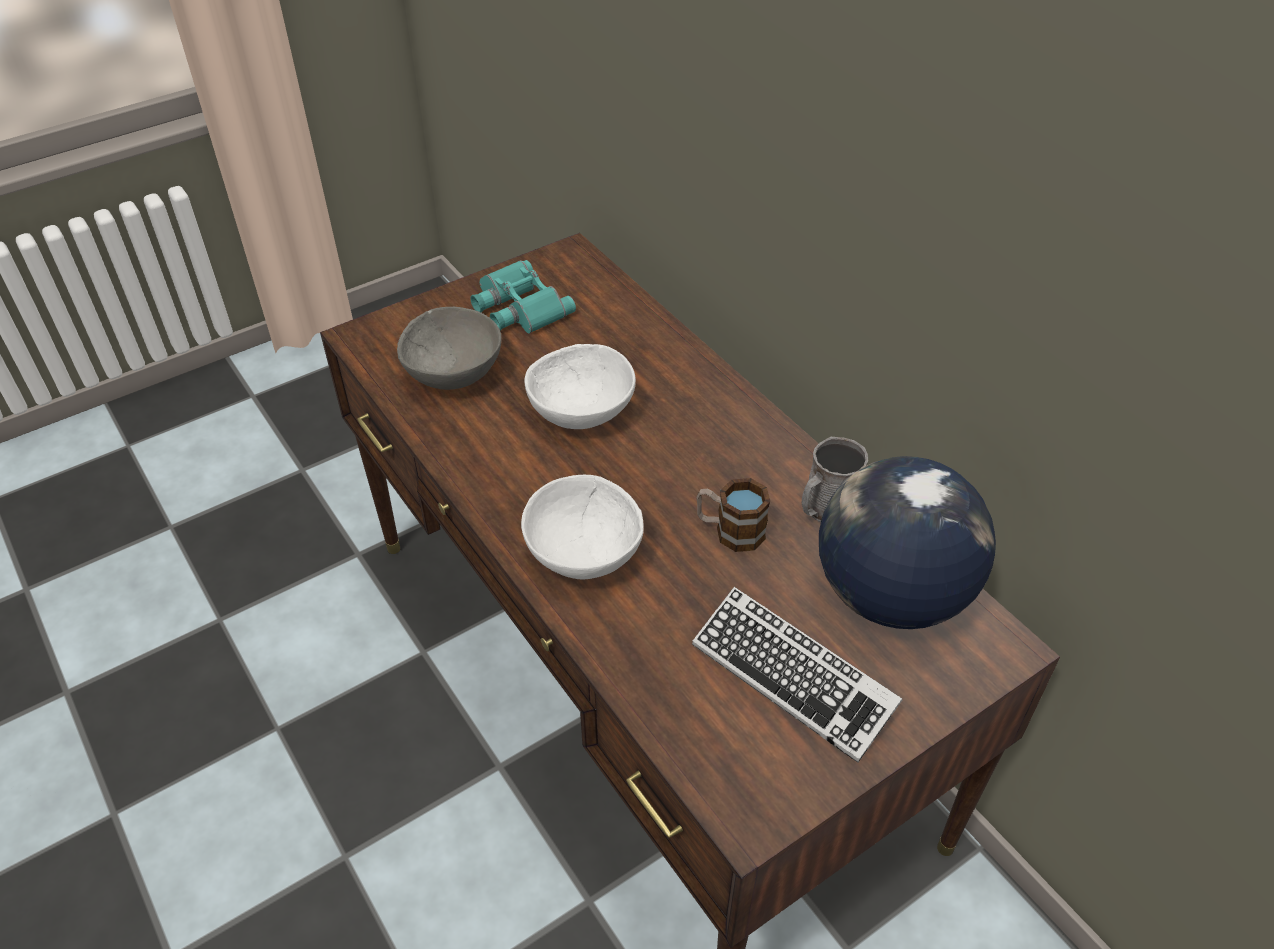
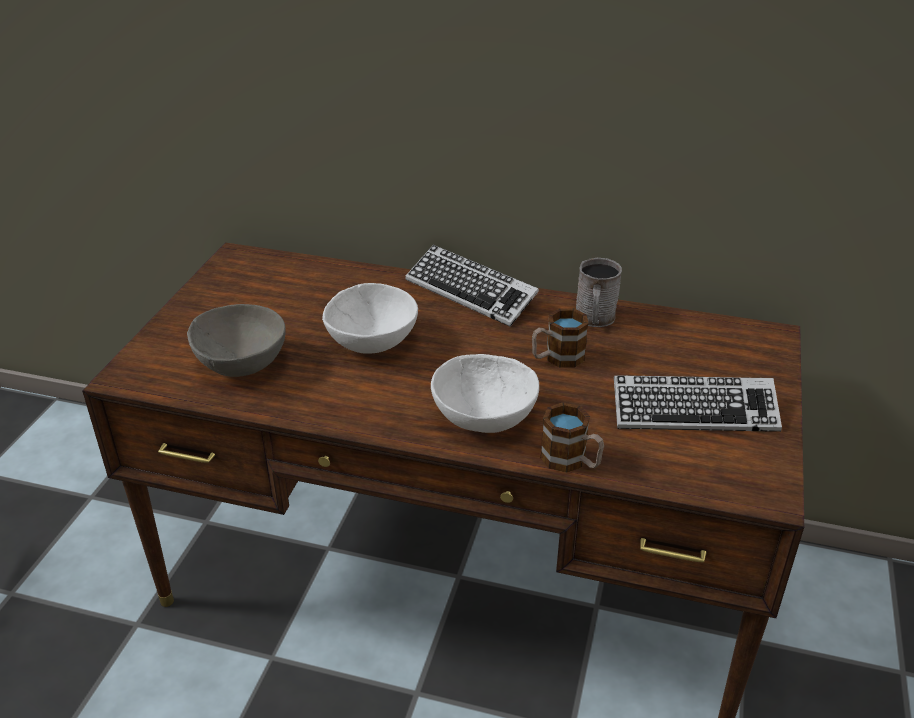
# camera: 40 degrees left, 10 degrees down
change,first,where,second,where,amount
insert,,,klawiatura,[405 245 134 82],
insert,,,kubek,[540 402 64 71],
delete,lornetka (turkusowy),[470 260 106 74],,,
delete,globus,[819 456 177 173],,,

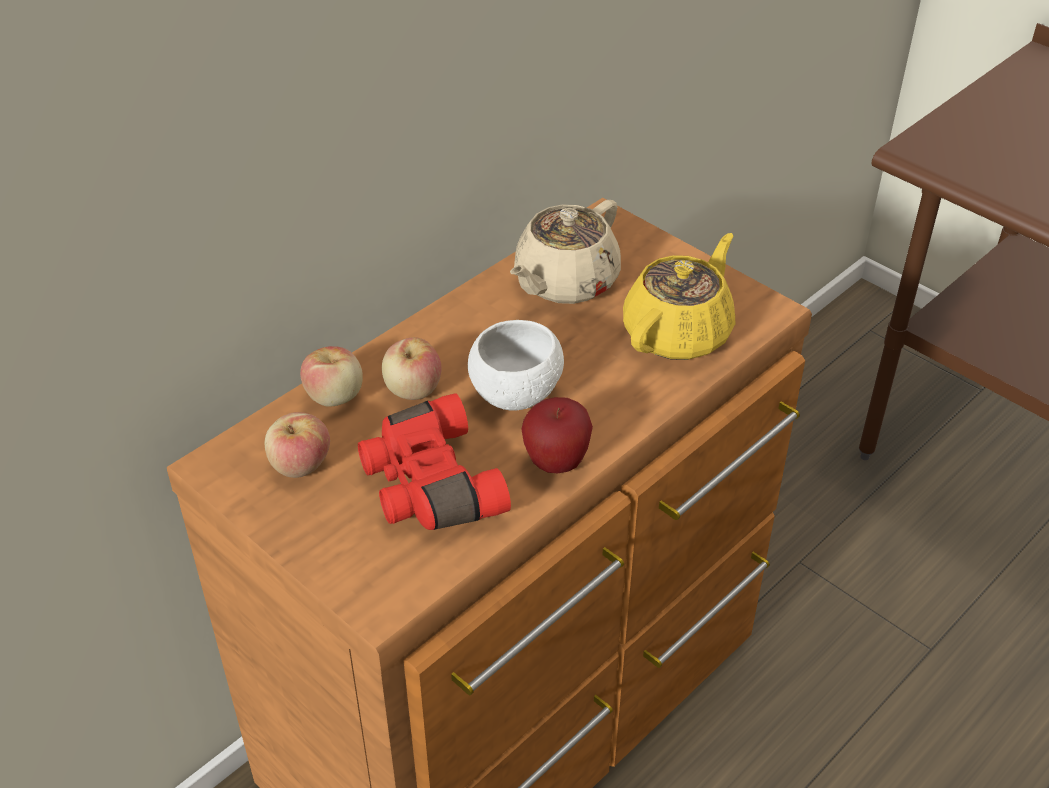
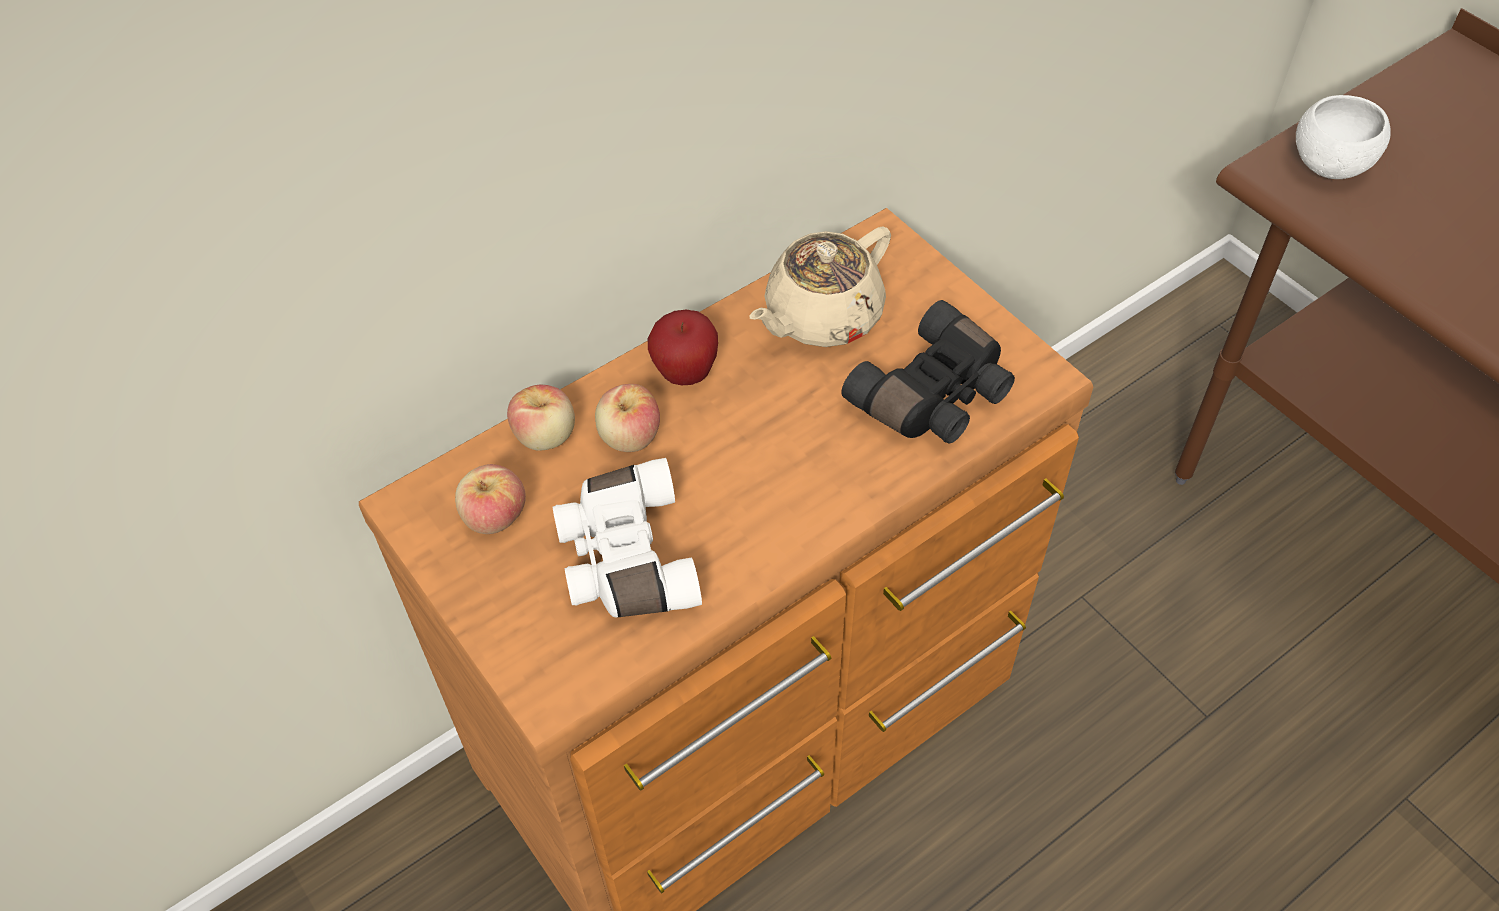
# camera: 10 degrees right, 10 degrees up
change,first,where,second,where,amount
recolor,lornetka (czerwony),[358 393 153 137],lornetka (biały),[552 458 150 159],
move,jabłko,[521 397 72 76],,[648 310 70 75],
replace,imbryk (żółty),[623 233 112 127],lornetka (czarny),[842 300 173 144],
move,miska (biały),[468 320 96 91],,[1296 95 95 84],

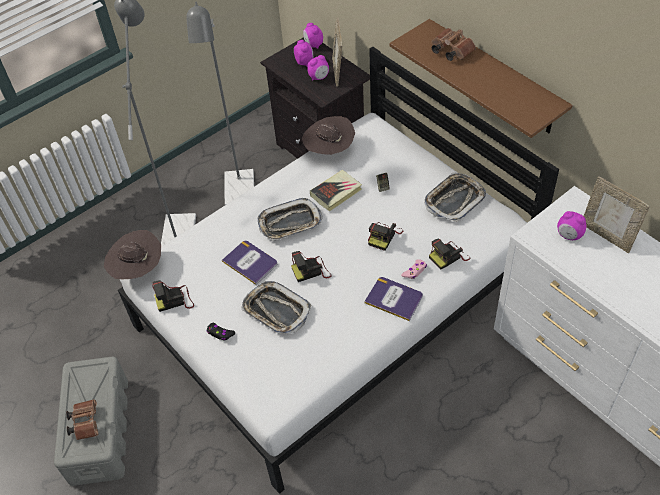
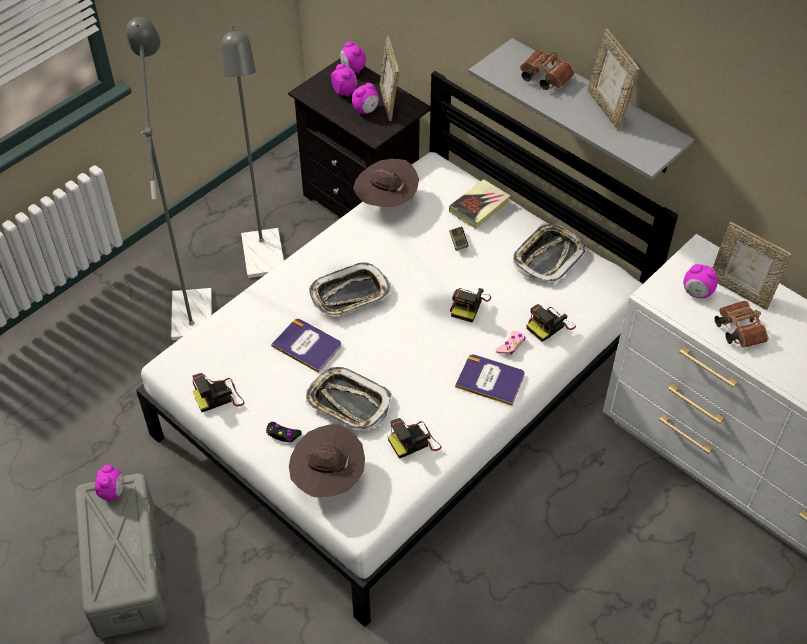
# camera: 10 degrees left, 0 degrees up
change,first,where,second,where,amount
insert,,,budzik,[95 465 29 37],
move,kapelusz (brązowy),[104 230 57 49],,[289 424 76 73],
move,aparat fotograficzny,[291 251 40 31],,[388 418 53 41],
move,książka,[310 170 52 41],,[449 180 62 49],
recolor,półka (brązowy),[390 19 183 119],półka (szary),[468 38 226 142],
insert,,,ramka na zdjęcie,[587 29 53 101],
move,lornetka (brązowy),[66 399 32 41],,[715 301 54 47],

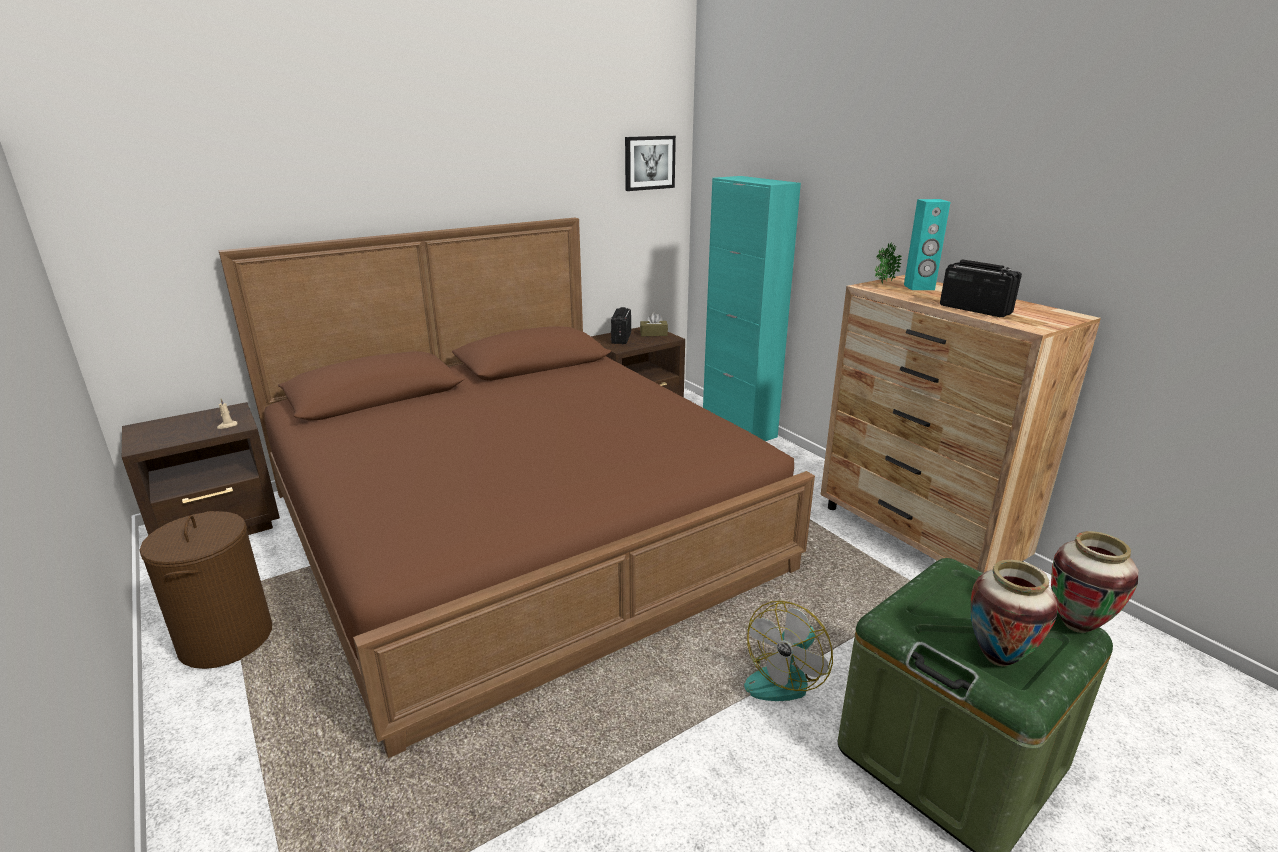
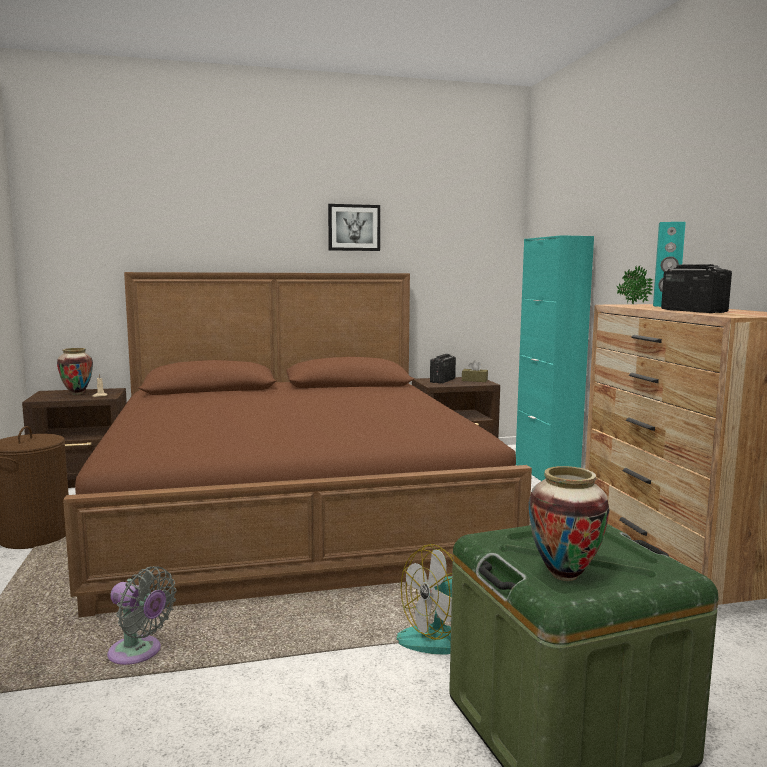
# camera: 20 degrees right, 15 degrees down
change,first,where,second,where,amount
move,wazon,[1051 531 87 102],,[57 348 36 47],
insert,,,wentylator (szary),[107 566 70 99],
move,obraz,[625 136 51 55],,[328 204 52 47],

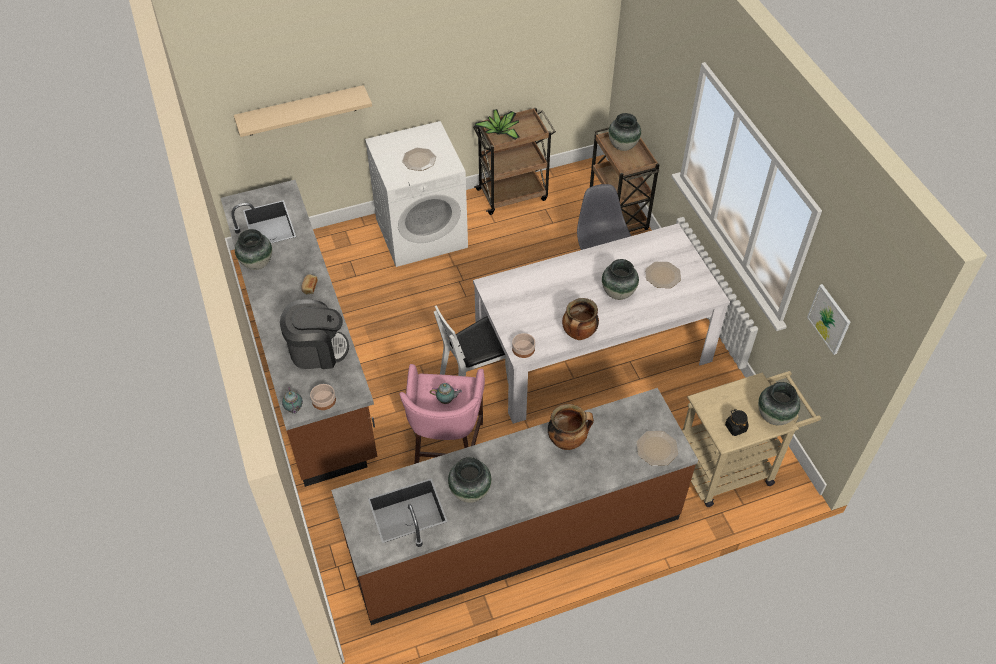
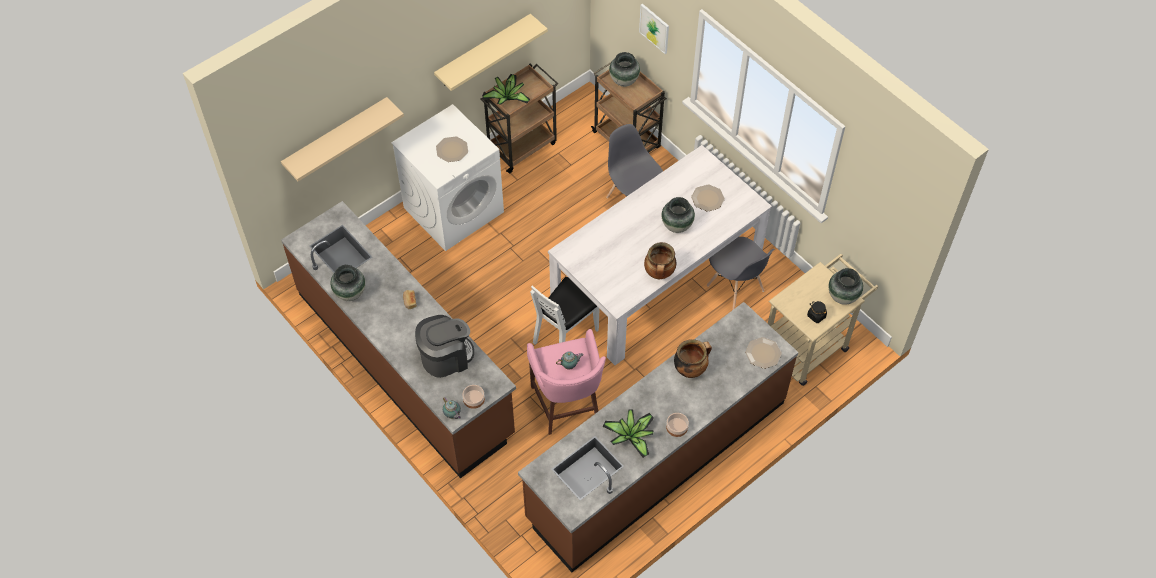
# camera: 20 degrees left, 5 degrees up
change,first,where,second,where,amount
insert,,,półka (beżowy),[434 14 114 77],
replace,wazon,[448 457 44 46],roślina doniczkowa,[602 409 52 49],
move,obraz,[807 284 43 71],,[639 4 30 50],
move,miska,[512 333 23 25],,[666 413 23 24],
insert,,,krzesło (szary),[707 237 67 73],

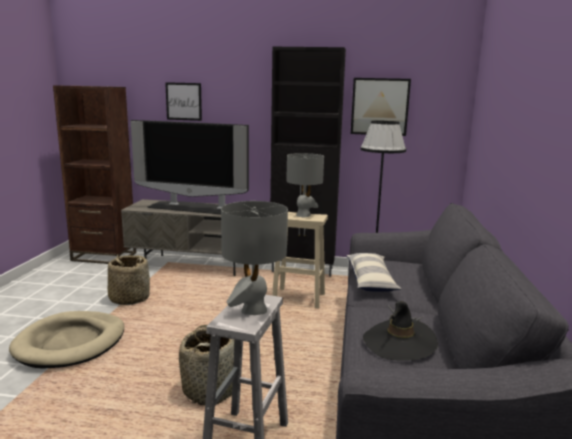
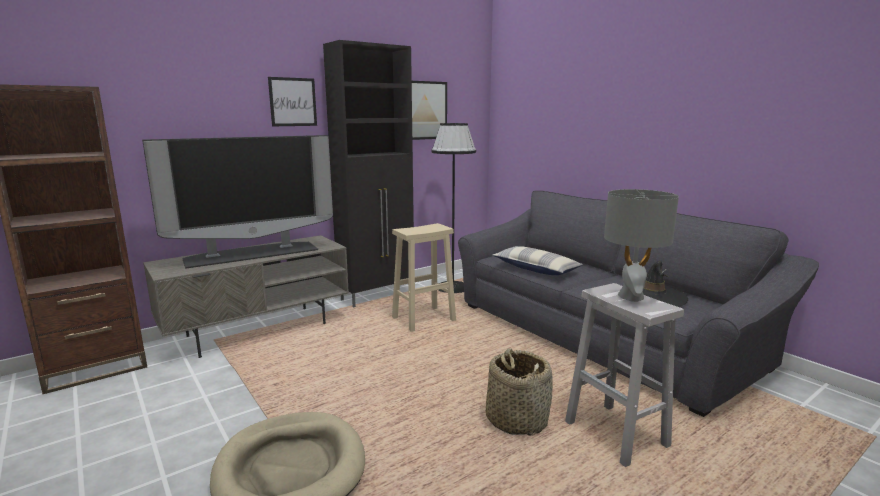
# camera: 45 degrees left, 0 degrees up
change,first,where,second,where,amount
move,obraz,[165 82 37 39],,[268 77 49 49],
delete,koszyk,[108 255 42 50],,,
delete,lampa stołowa (szary),[286 153 38 64],,,

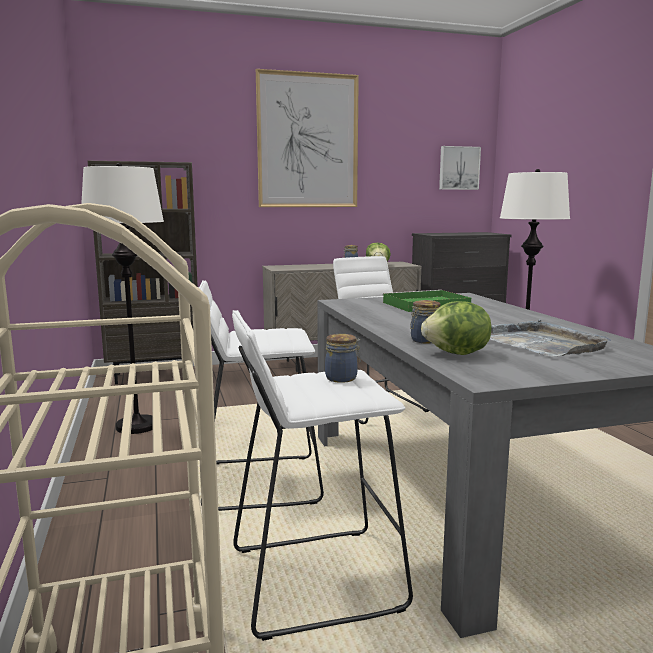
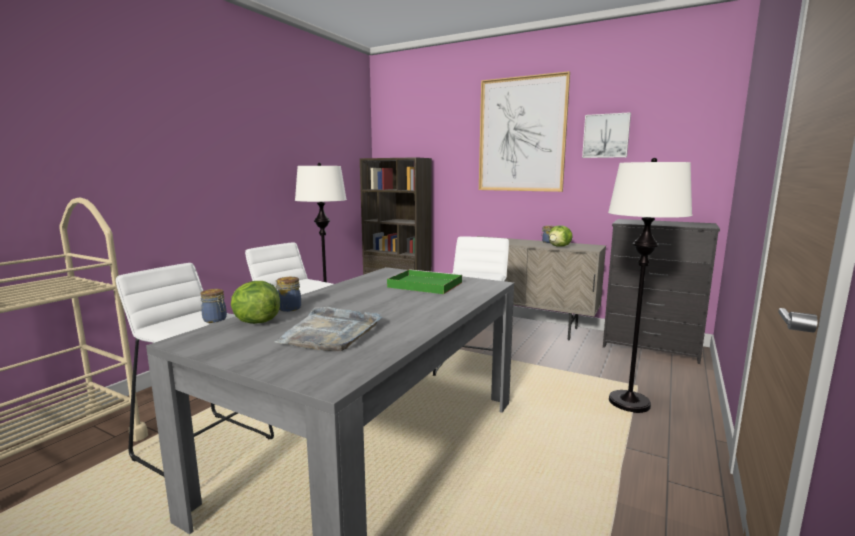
# camera: 45 degrees right, 0 degrees up
change,first,where,second,where,amount
move,obraz,[439 146 42 44],,[582 112 49 46],

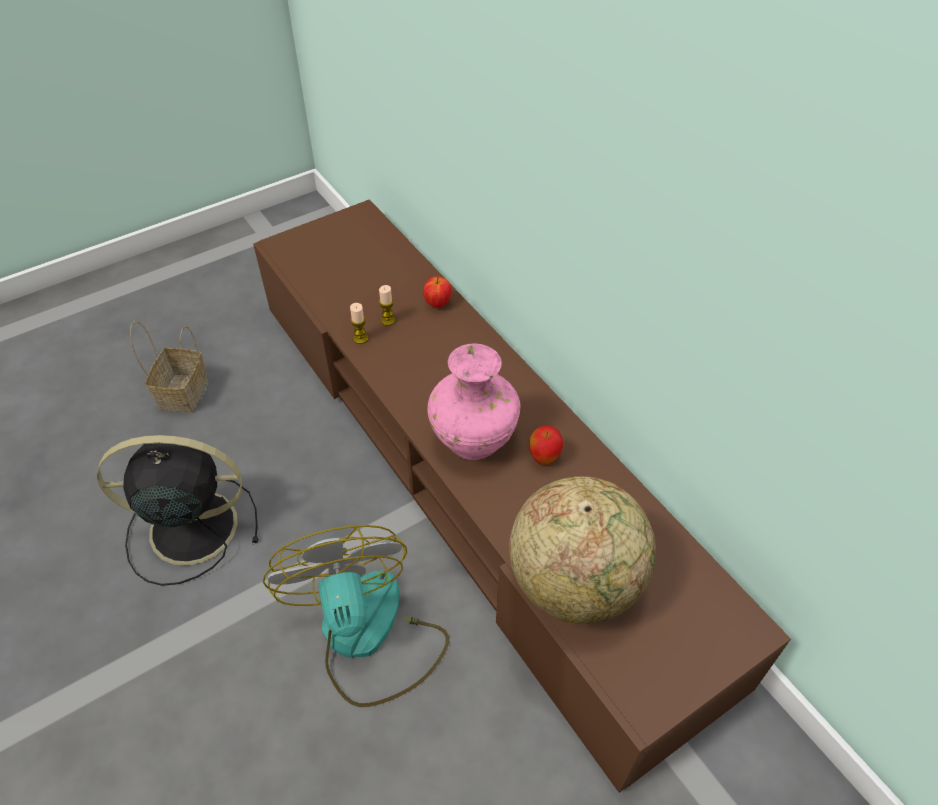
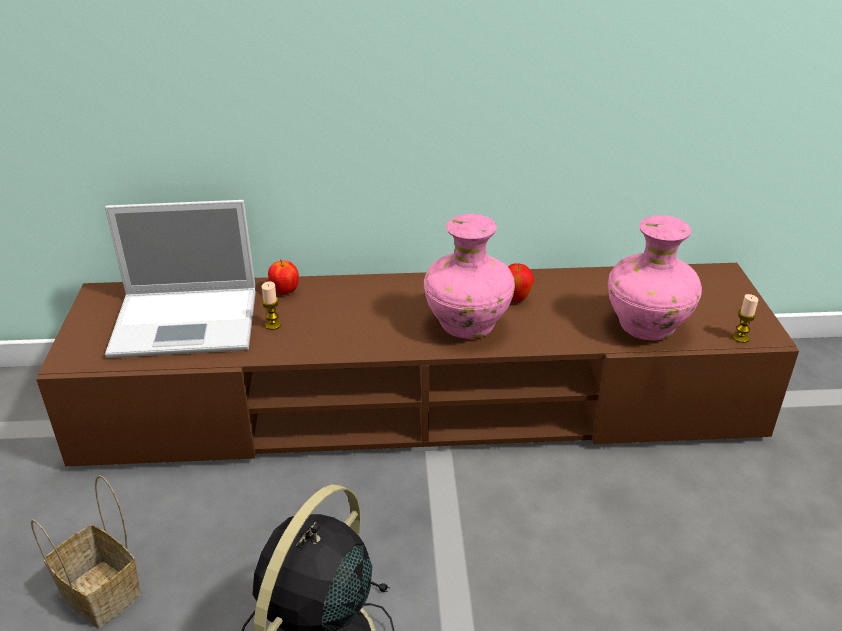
# camera: 60 degrees left, 15 degrees down
change,first,where,second,where,amount
insert,,,laptop,[105 200 151 158],
replace,globus,[509 477 147 147],wazon (różowy),[608 215 94 125],
move,świeca,[350 303 18 41],,[732 294 27 49],
delete,wentylator,[263 525 186 182],,,

